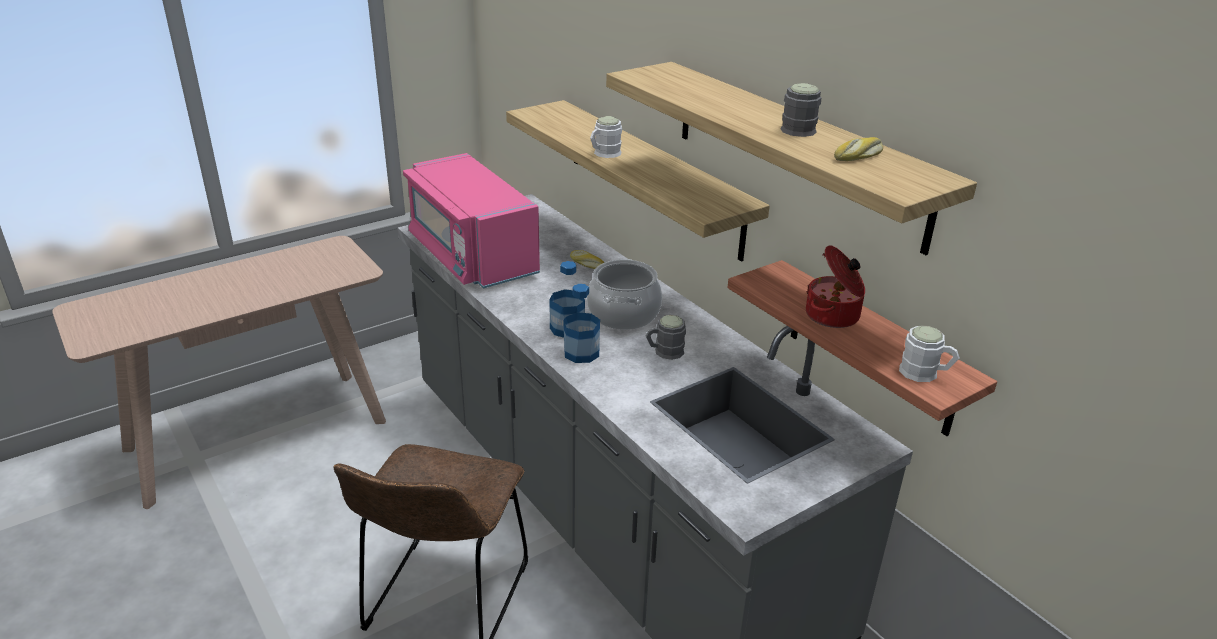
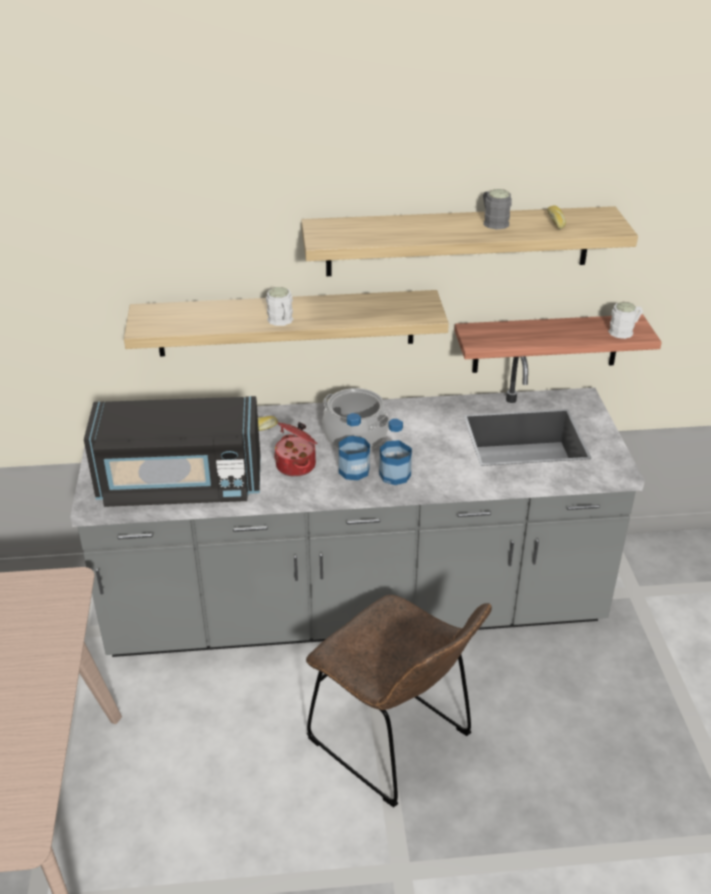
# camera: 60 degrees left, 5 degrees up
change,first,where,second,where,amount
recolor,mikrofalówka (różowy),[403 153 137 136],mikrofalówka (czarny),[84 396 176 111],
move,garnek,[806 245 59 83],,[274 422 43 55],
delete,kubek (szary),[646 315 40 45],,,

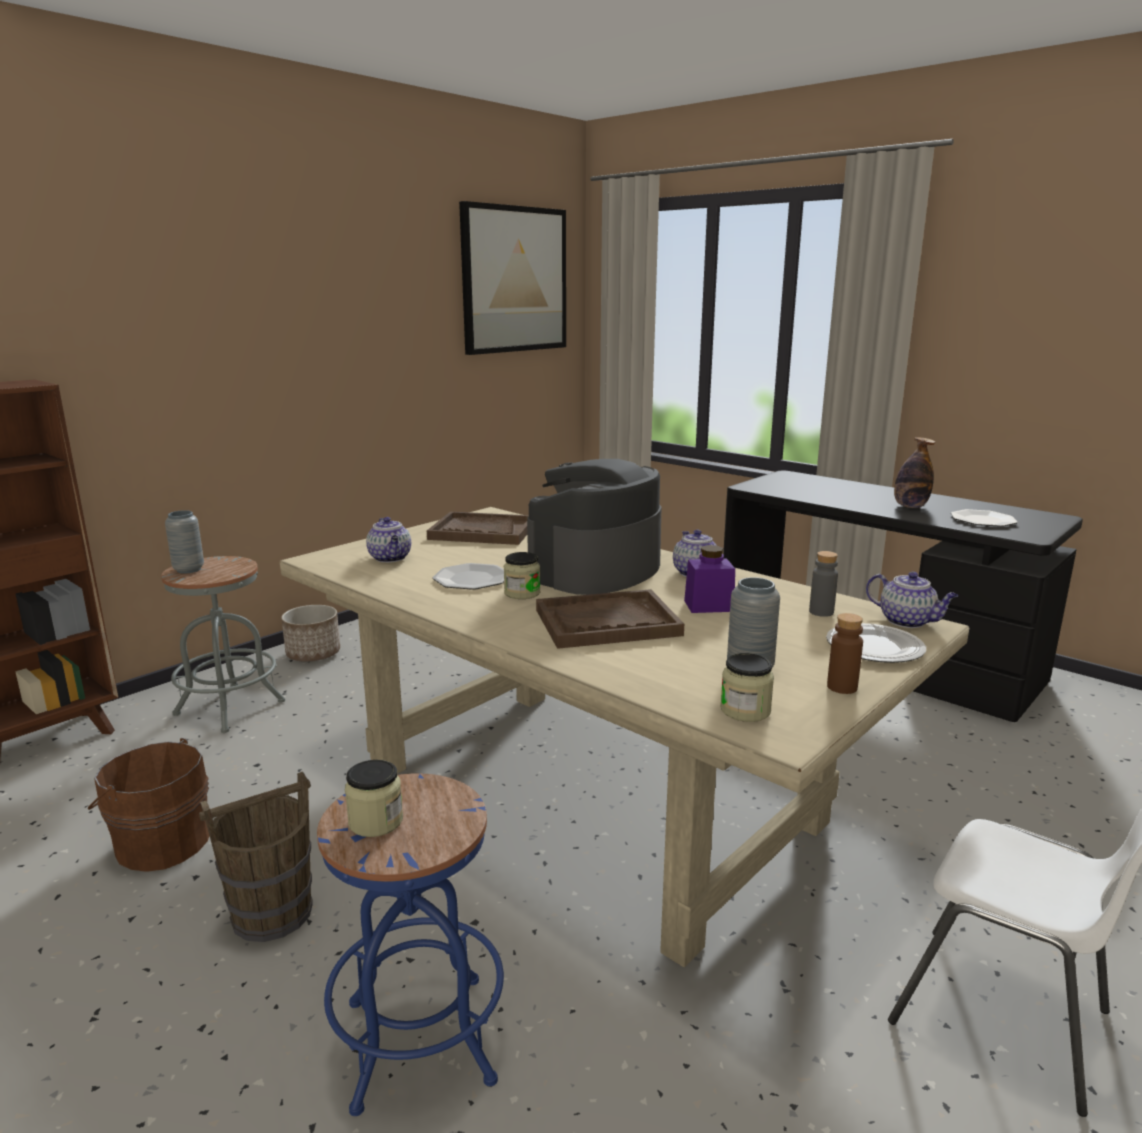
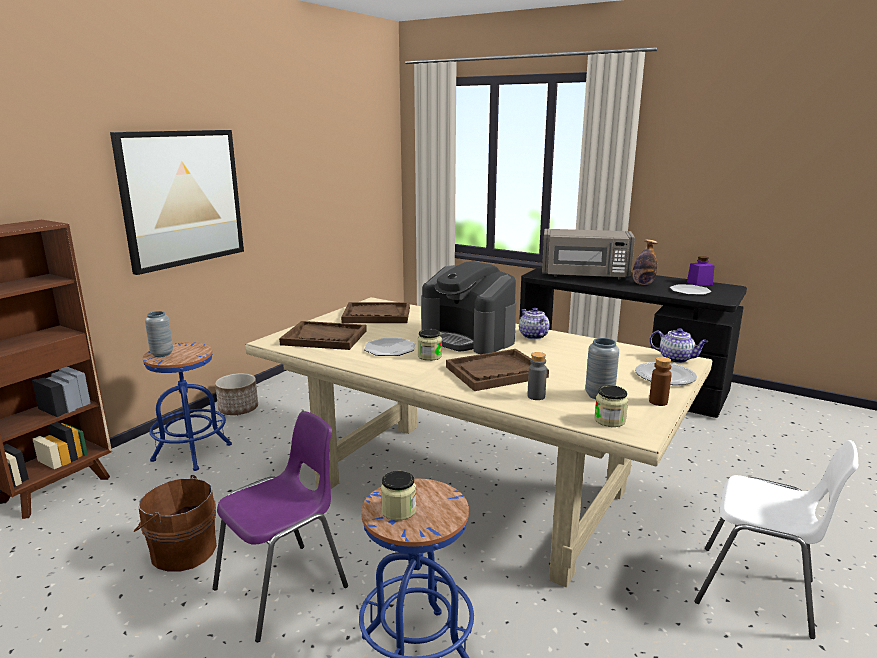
# camera: 10 degrees left, 0 degrees up
change,first,where,second,where,amount
move,obraz,[459 201 107 154],,[110 130 134 145],
recolor,stołek (szary),[161 556 124 177],stołek (niebieski),[143 342 89 129],
replace,wiadro (brązowy),[199 771 114 171],krzesło (fioletowy),[213 411 135 231],
replace,imbryk,[366 517 45 46],taca (brązowy),[279 321 88 29],
rotate,ekspres do kawy,[527 459 134 136],,[421 261 95 93],75 degrees counterclockwise
move,butelka (szary),[809 551 29 66],,[527 352 20 48],
insert,,,mikrofalówka (szary),[542 229 93 51],
move,słoik (fioletowy),[684 545 51 68],,[687 256 28 30],

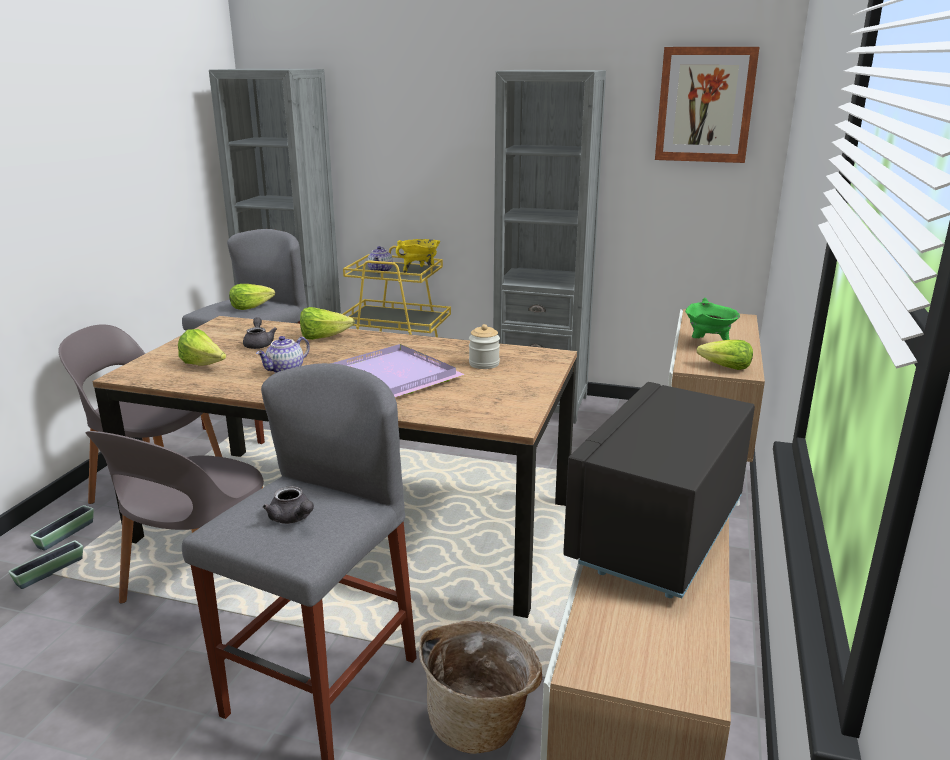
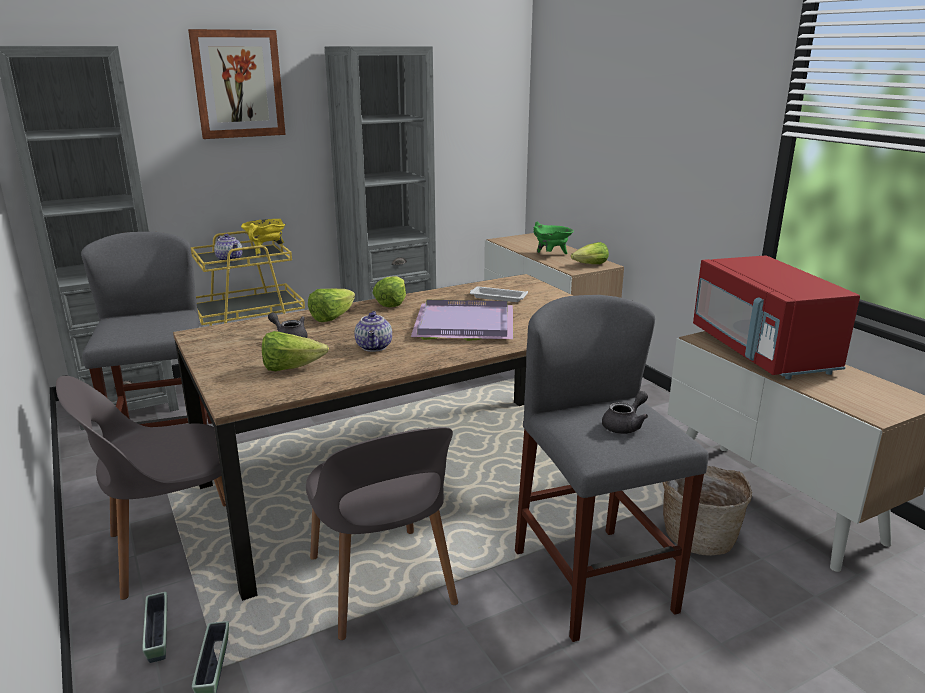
# camera: 45 degrees left, 0 degrees up
change,first,where,second,where,amount
move,obraz,[655 47 104 116],,[188 29 98 110],
move,sałata,[229 284 46 26],,[373 276 33 31],
replace,słoik,[469 324 31 45],taca (biały),[470 286 58 16],
rotate,imbryk (szary),[263 486 51 38],,[602 391 46 43],45 degrees counterclockwise
recolor,mikrofalówka (czarny),[563 382 192 216],mikrofalówka (czerwony),[693 255 167 124],

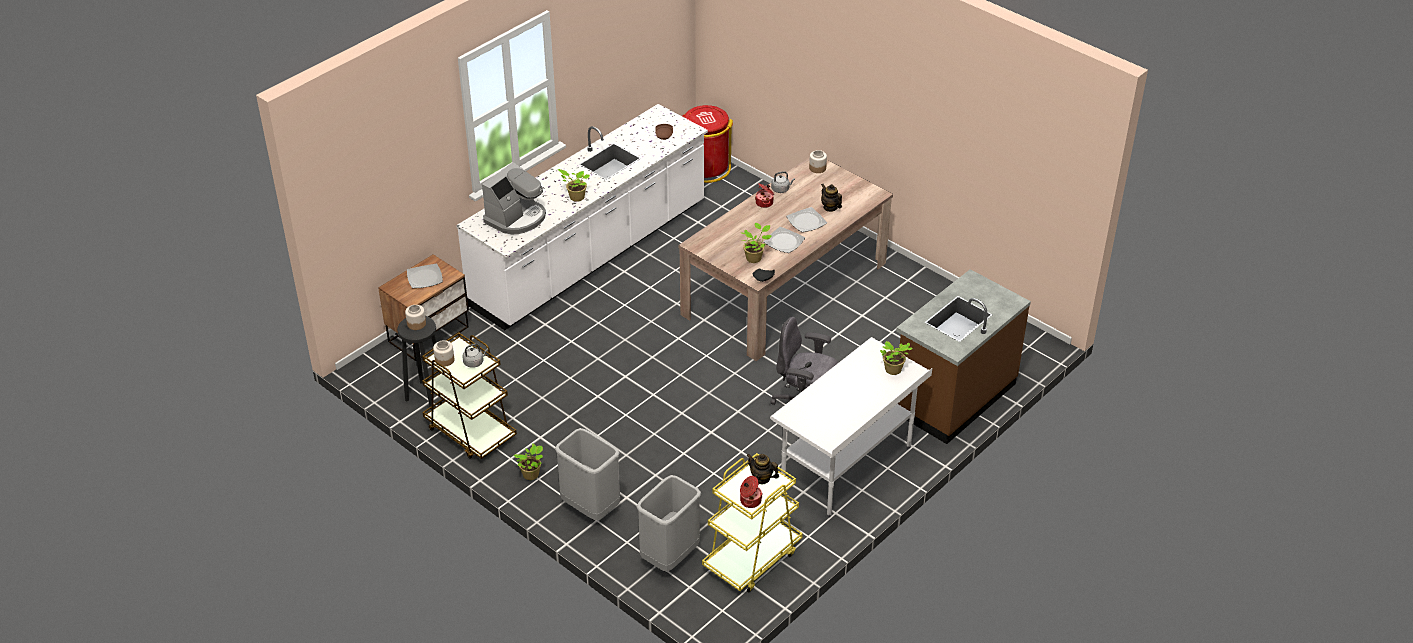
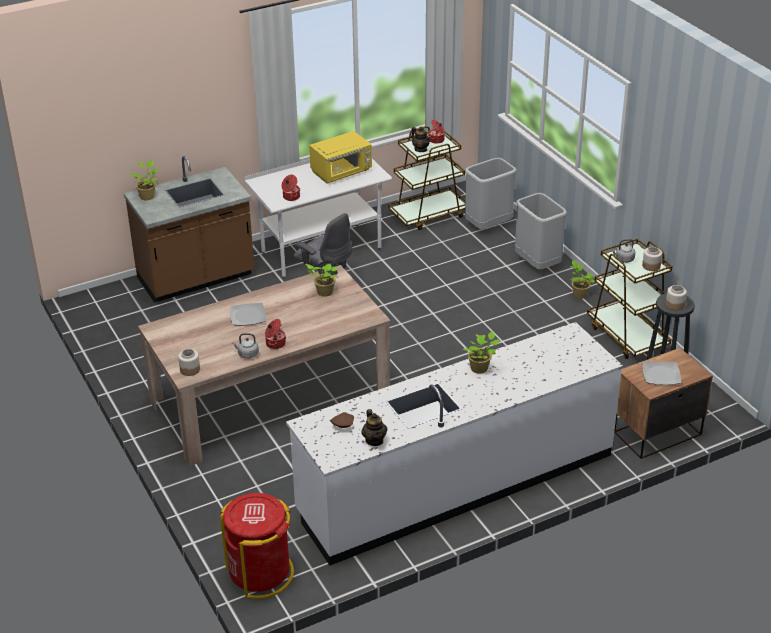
# camera: 160 degrees left, 5 degrees down
change,first,where,second,where,amount
move,roślina doniczkowa,[880 341 32 34],,[130 160 28 40],
insert,,,garnek,[281 175 19 26],
insert,,,mikrofalówka (żółty),[309 131 63 53],
move,imbryk,[821 184 21 28],,[361 409 26 37],
recolor,wózek (żółty),[702 453 101 140],wózek (brązowy),[388 126 77 104],
delete,ekspres do kawy,[482 162 64 72],,,
delete,talerz,[763 227 42 26],,,

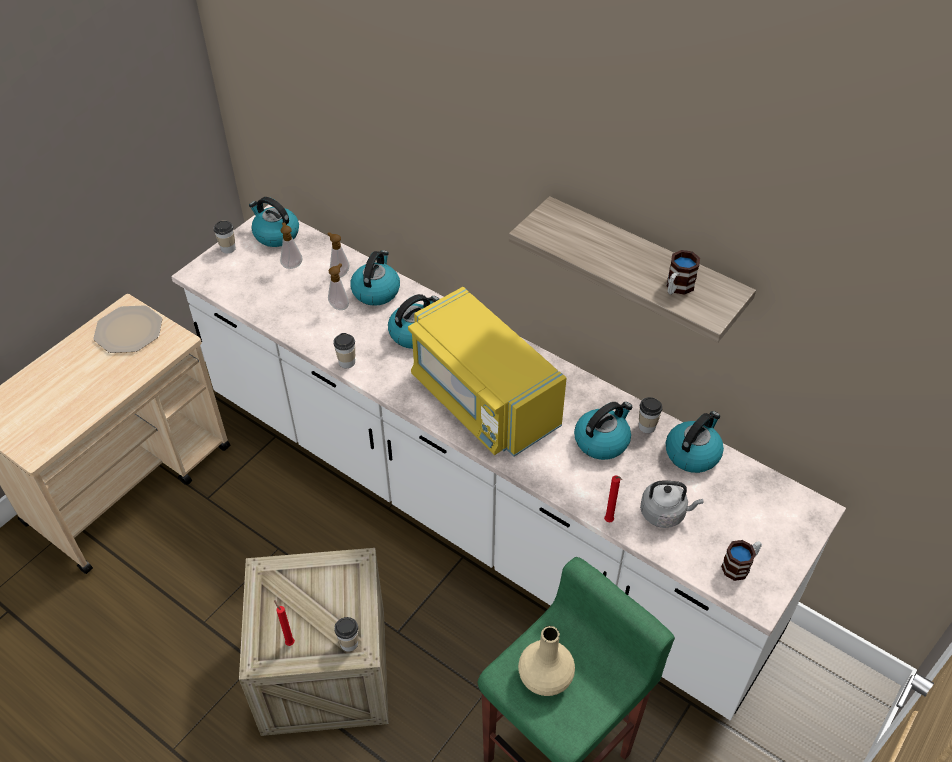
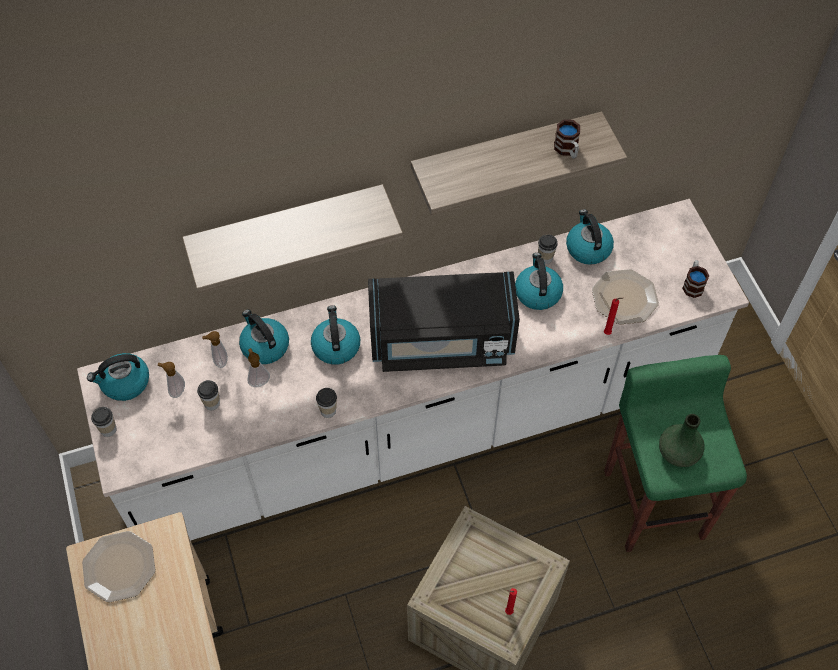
# camera: 55 degrees left, 10 degrees up
change,first,where,second,where,amount
insert,,,półka,[182 184 221 110],
move,filiżanka,[334 617 24 35],,[197 380 23 30],
recolor,mikrofalówka (żółty),[408 287 158 170],mikrofalówka (czarny),[368 272 152 100],
replace,czajnik (szary),[640 481 63 47],talerz,[592 269 67 55],
recolor,wazon (beżowy),[518 626 57 70],wazon (zielony),[659 414 46 53],

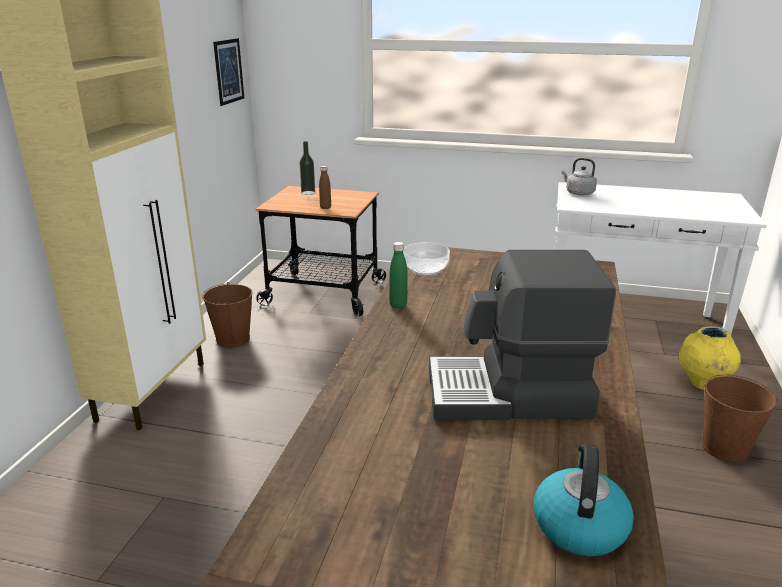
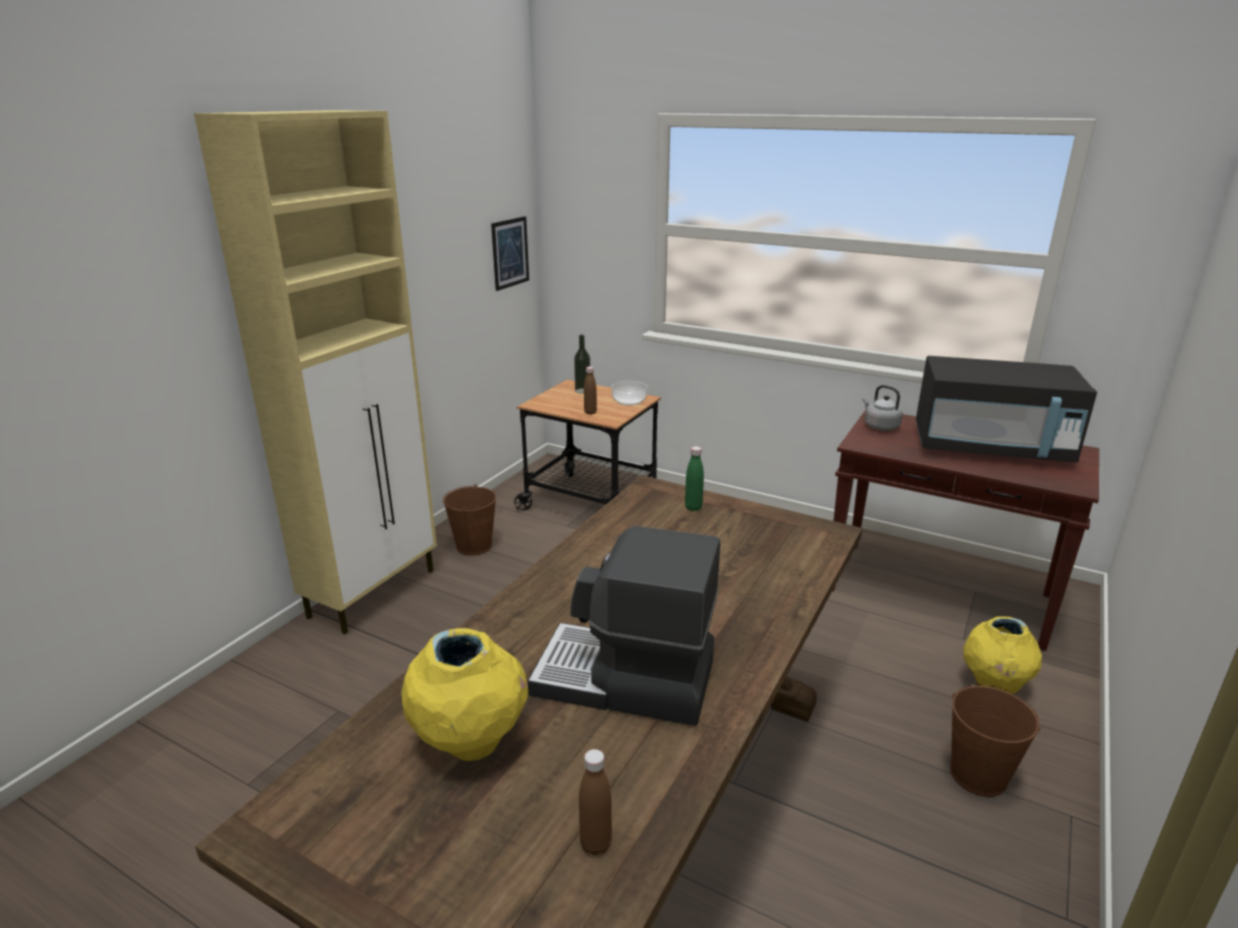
# camera: 15 degrees right, 0 degrees up
change,first,where,second,where,amount
insert,,,wazon (żółty),[402 628 126 133],
replace,czajnik,[534 445 100 111],butelka (brązowy),[579 749 33 107],
move,miska,[403 242 47 33],,[611 381 37 25],
move,butelka (zielony),[389 242 18 67],,[685 446 19 65],
recolor,stolik konsolowy (biały),[554 182 213 152],stolik konsolowy (brązowy),[833 410 266 241],
insert,,,mikrofalówka (czarny),[916 356 181 106],

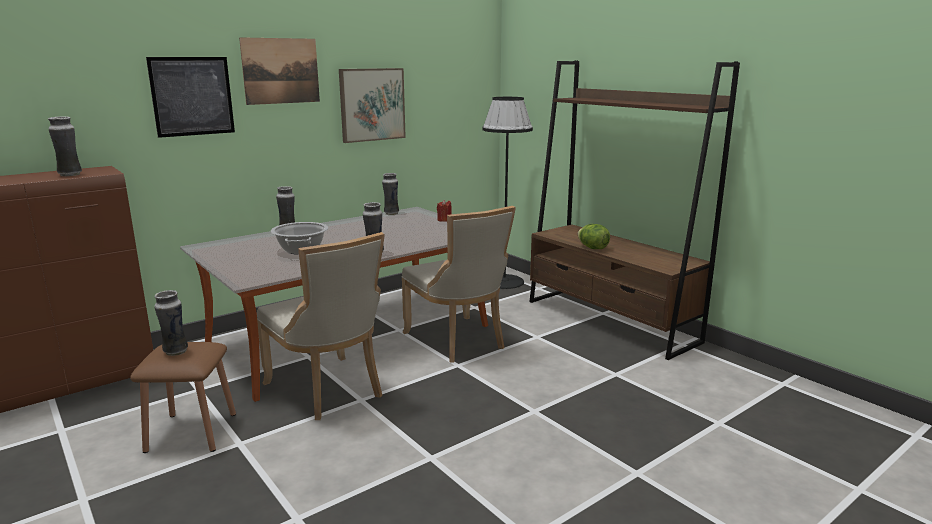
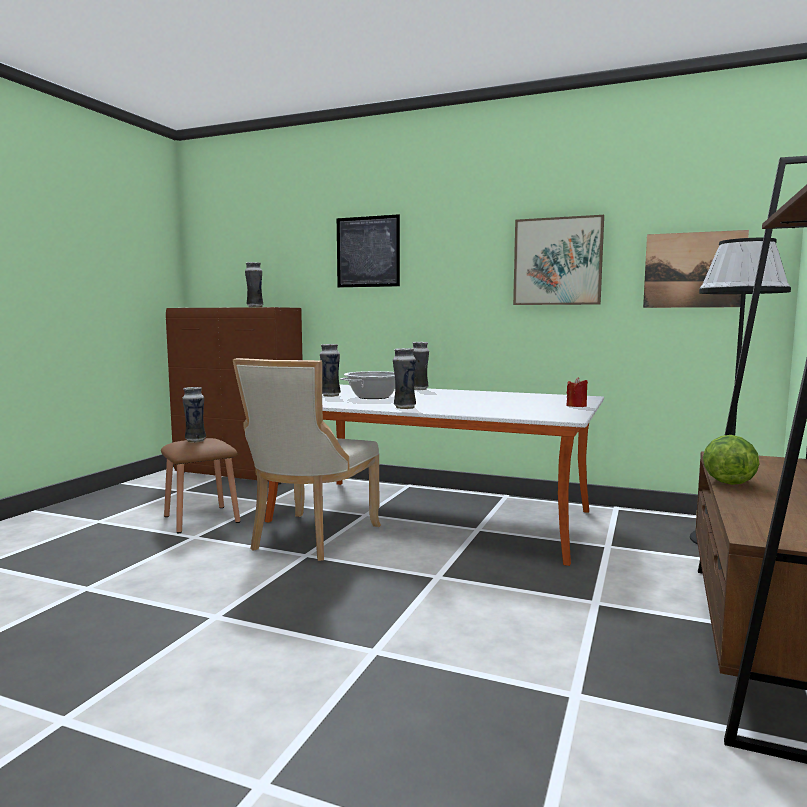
# camera: 60 degrees right, 10 degrees down
change,first,where,second,where,amount
move,wazon,[382 173 17 42],,[320 344 21 53],
move,obraz,[239 37 81 68],,[643 230 106 78],
delete,krzesło (beżowy),[402 206 114 156],,,

